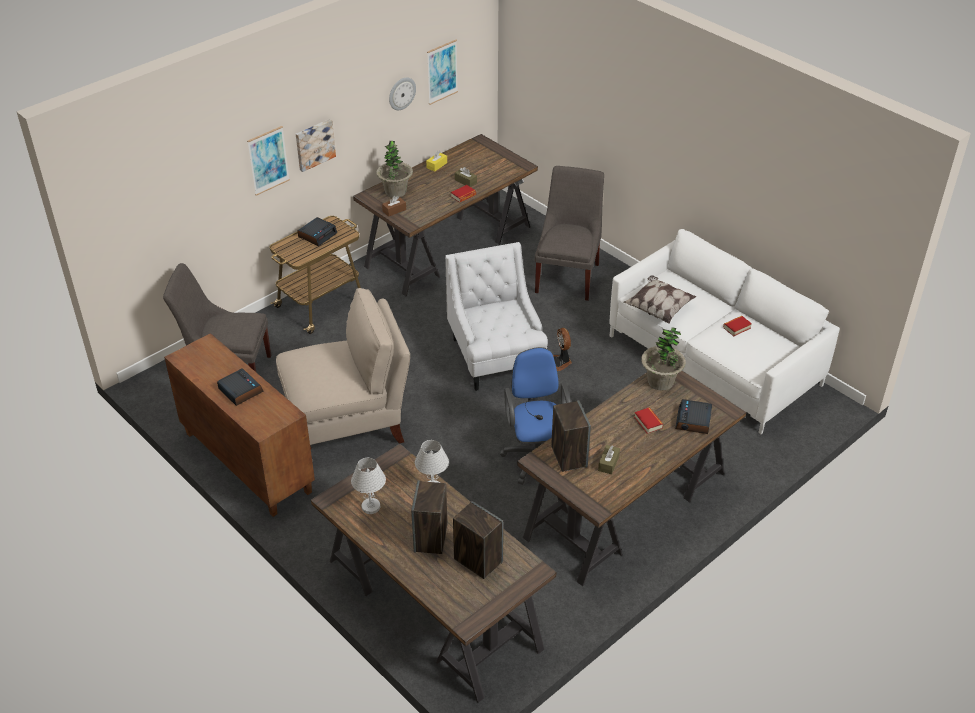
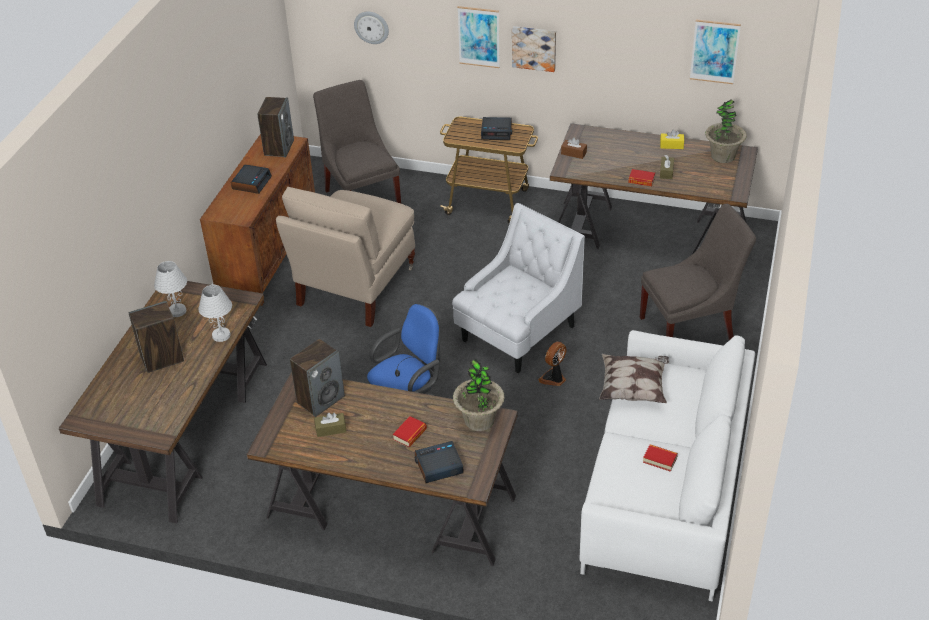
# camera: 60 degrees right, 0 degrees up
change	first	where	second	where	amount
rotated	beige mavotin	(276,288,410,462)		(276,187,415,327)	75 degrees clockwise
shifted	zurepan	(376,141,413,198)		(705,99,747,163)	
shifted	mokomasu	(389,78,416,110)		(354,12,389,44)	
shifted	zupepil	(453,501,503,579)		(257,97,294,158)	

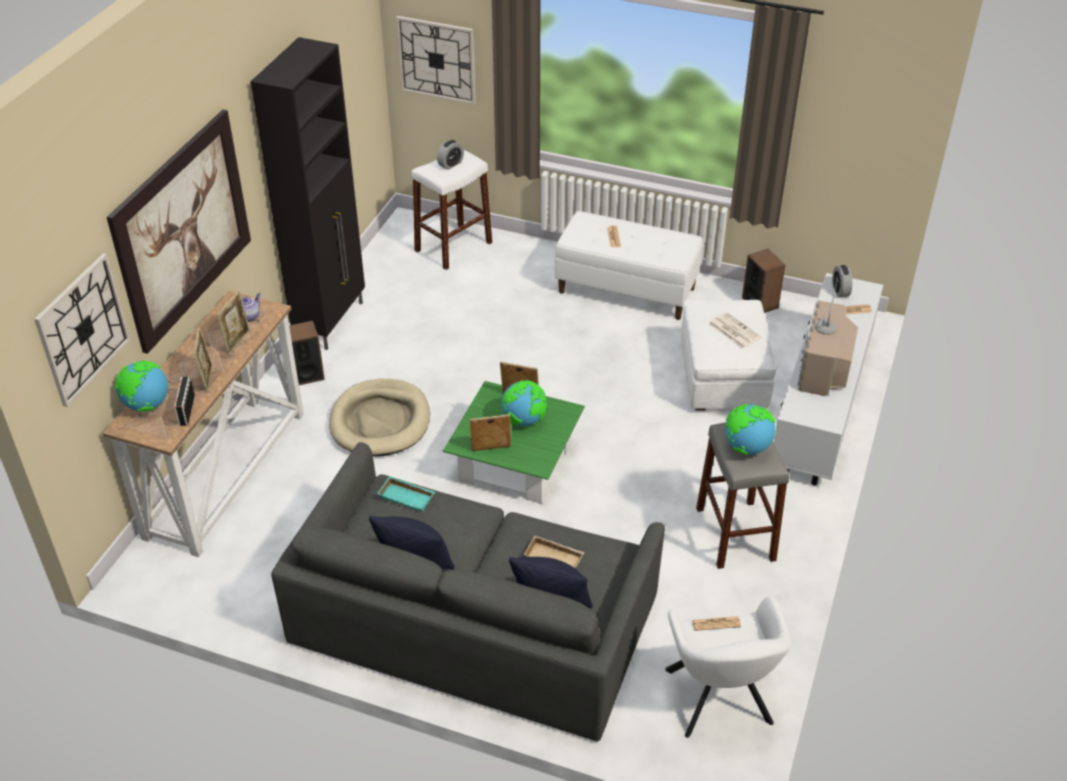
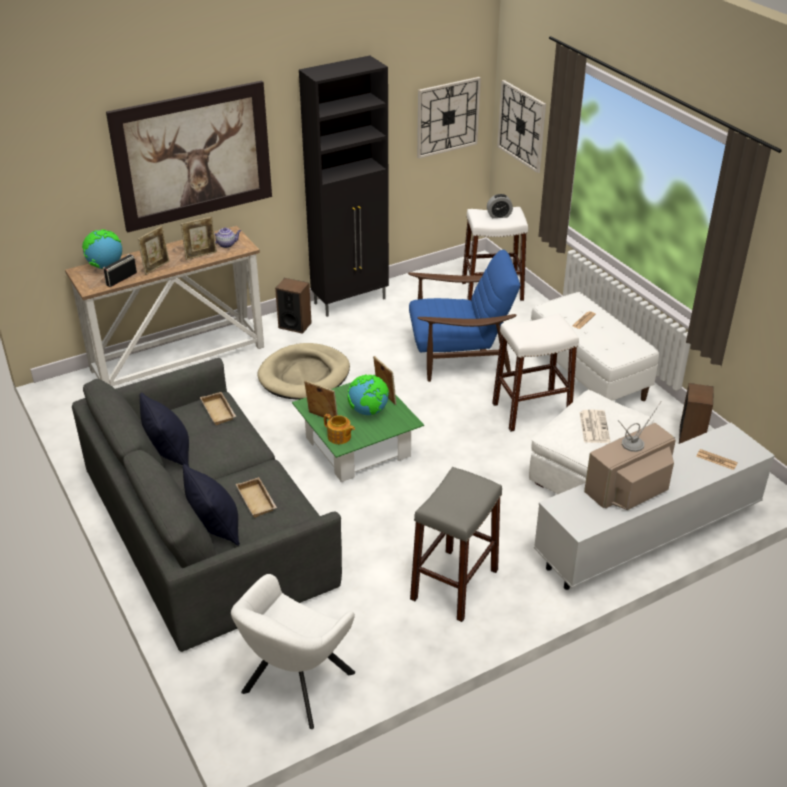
# camera: 40 degrees right, 5 degrees down
change	first	where	second	where	amount
shifted	mokomasu	(34,253,130,407)		(417,77,481,159)	
repainted	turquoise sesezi	(377,476,435,512)	beige sesezi	(200,392,236,425)	
gone	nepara	(692,616,741,631)			
gone	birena	(725,404,775,455)			
gone	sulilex	(832,265,852,297)			
new			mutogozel	(324,414,355,444)	
new			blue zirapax	(408,250,520,382)	
new			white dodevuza	(492,313,579,432)	

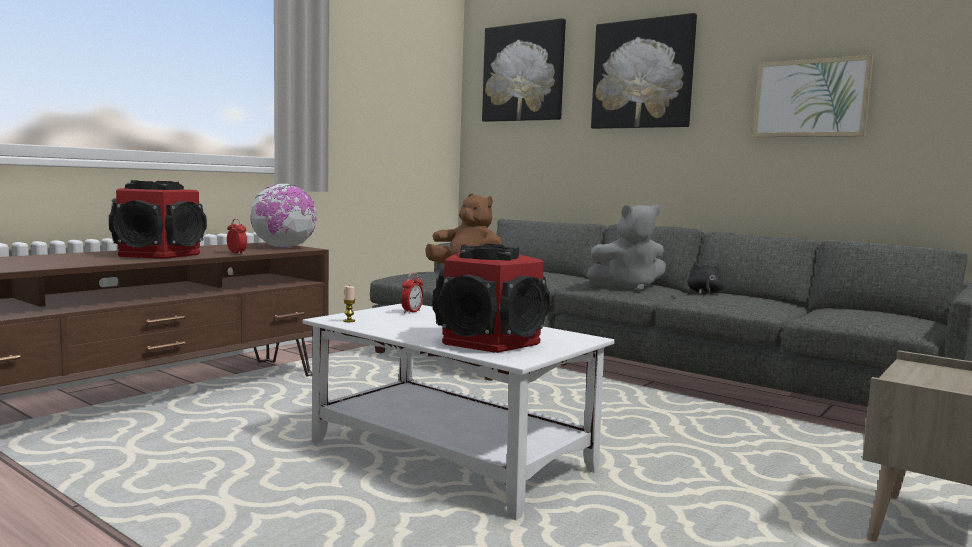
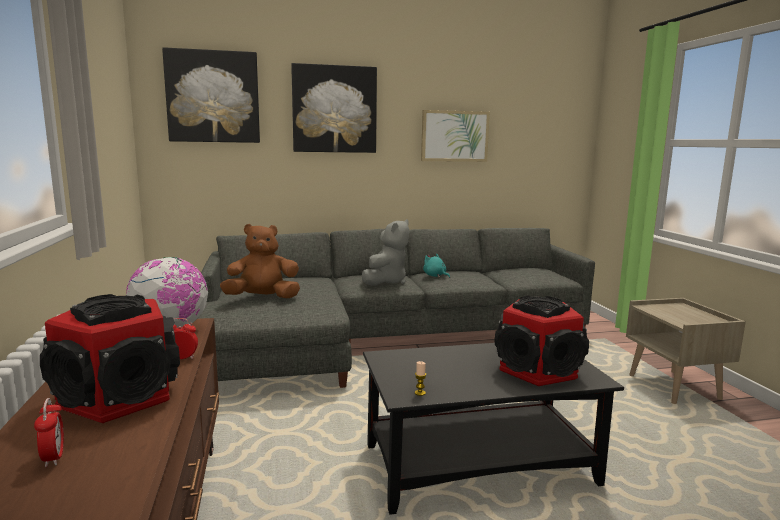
# camera: 50 degrees left, 5 degrees up
change	first	where	second	where	amount
repainted	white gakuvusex	(303,304,615,520)	black gakuvusex	(363,343,624,515)	
shifted	sulilex	(401,273,424,314)		(34,398,64,467)	
repainted	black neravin	(687,262,724,295)	turquoise neravin	(423,254,450,278)	

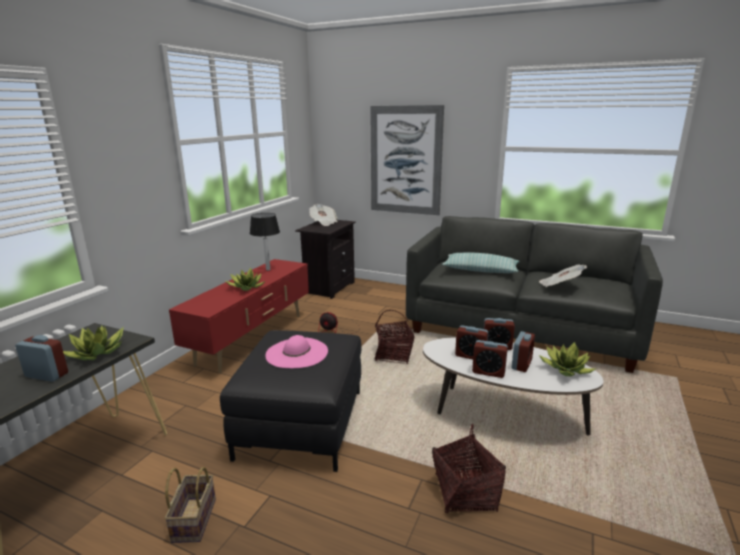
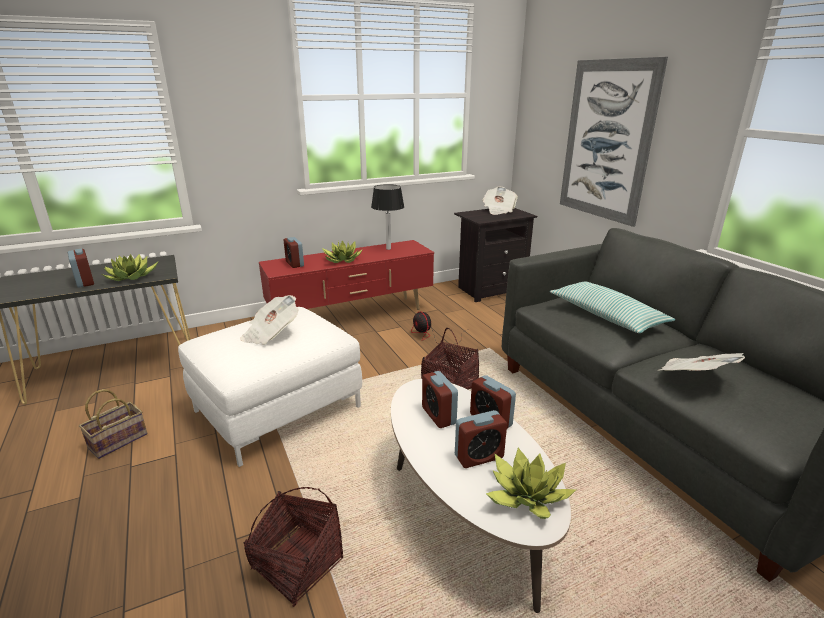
# camera: 40 degrees right, 5 degrees up
change	first	where	second	where	amount
repainted	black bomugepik	(220,330,362,472)	white bomugepik	(178,307,362,467)	
swapped	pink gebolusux	(265,335,328,368)	nepara	(240,295,299,345)	
shifted	sulilex	(472,340,508,378)		(284,237,304,268)	

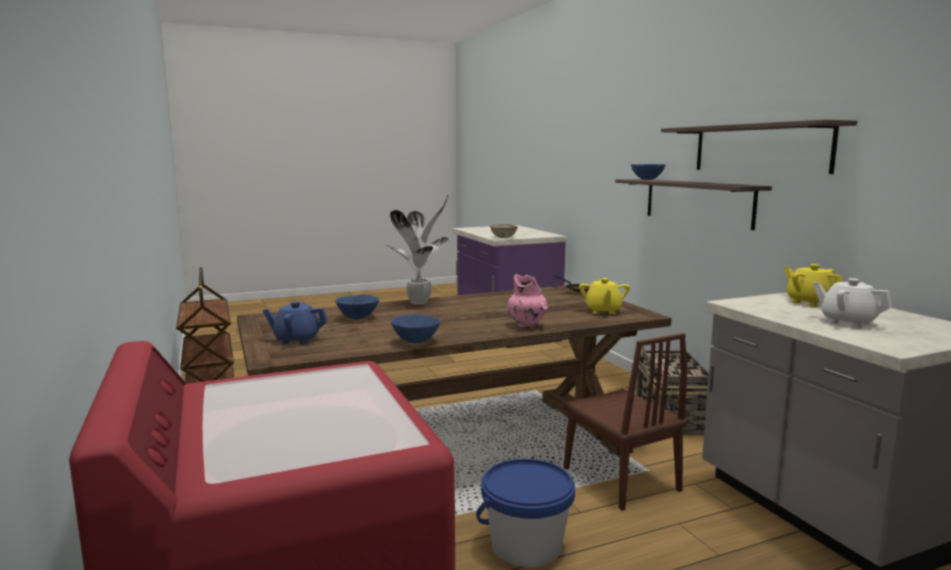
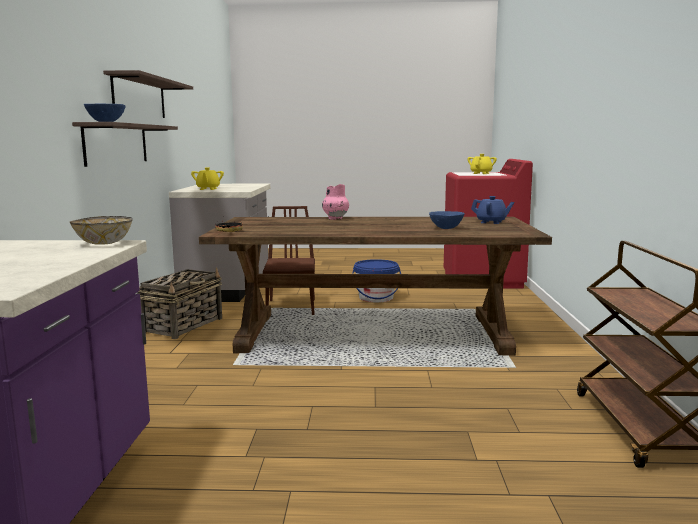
# camera: 155 degrees left, 0 degrees up
change	first	where	second	where	amount
gone	zurepan	(386,194,449,305)			
gone	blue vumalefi	(391,314,440,343)			
shifted	yellow mutogozel	(579,278,630,314)		(467,154,497,174)	
gone	white mutogozel	(813,278,892,328)			

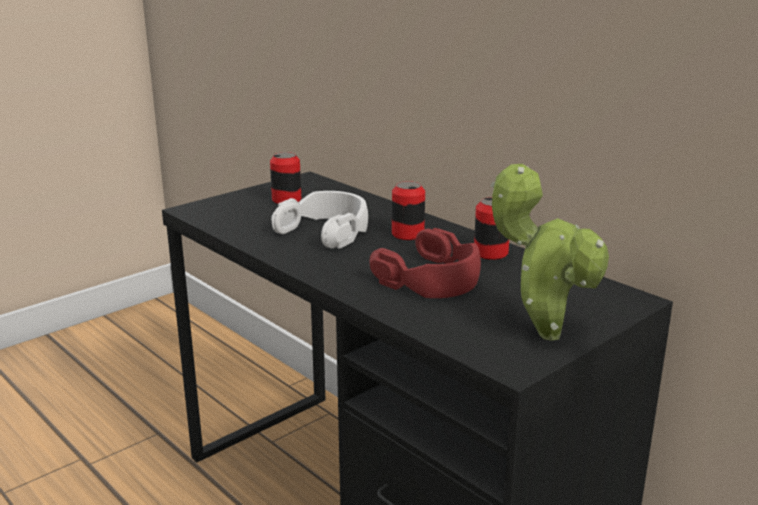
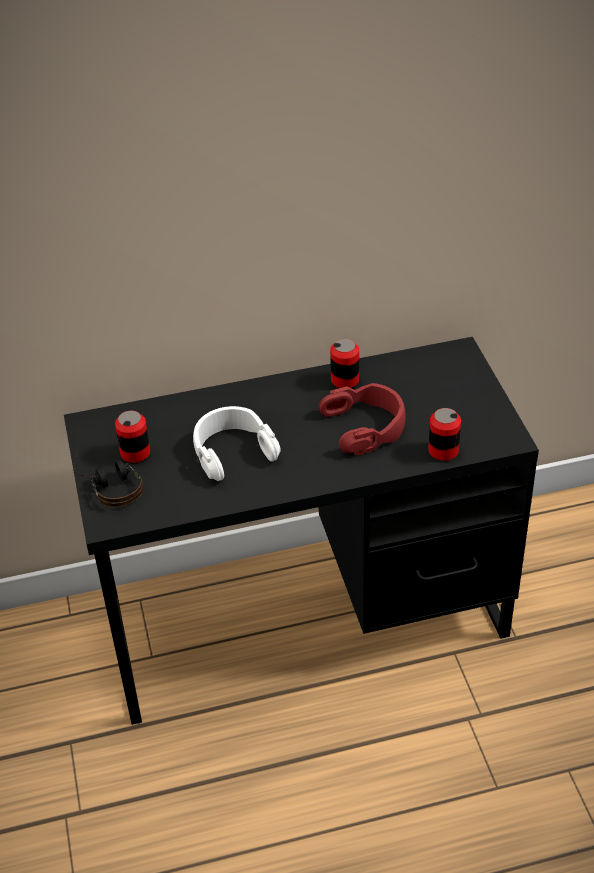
# camera: 60 degrees left, 20 degrees up
change	first	where	second	where	amount
shifted	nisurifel	(392,181,425,240)		(428,408,461,461)	
gone	zurepan	(490,164,609,341)			
new			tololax	(75,447,143,507)	

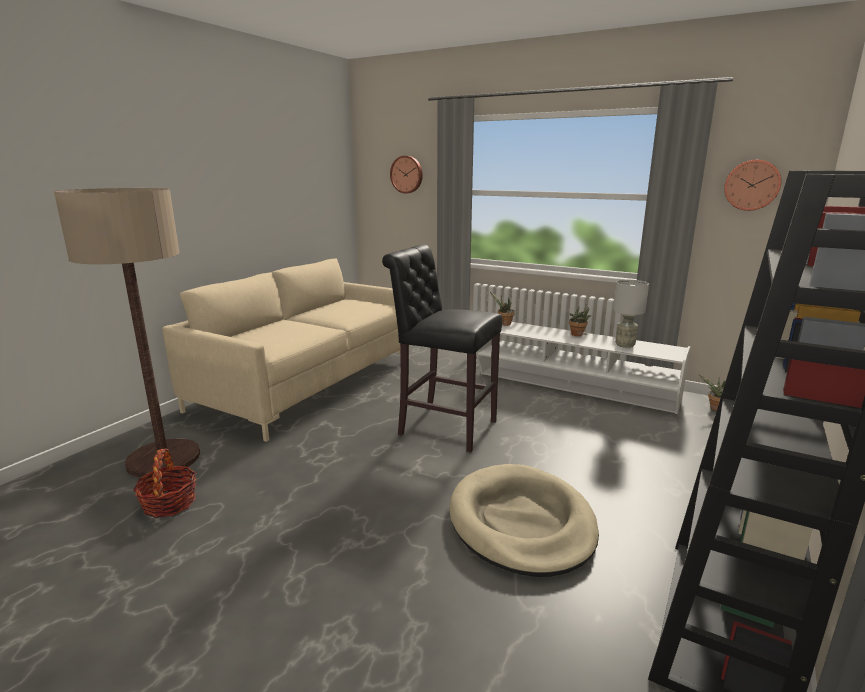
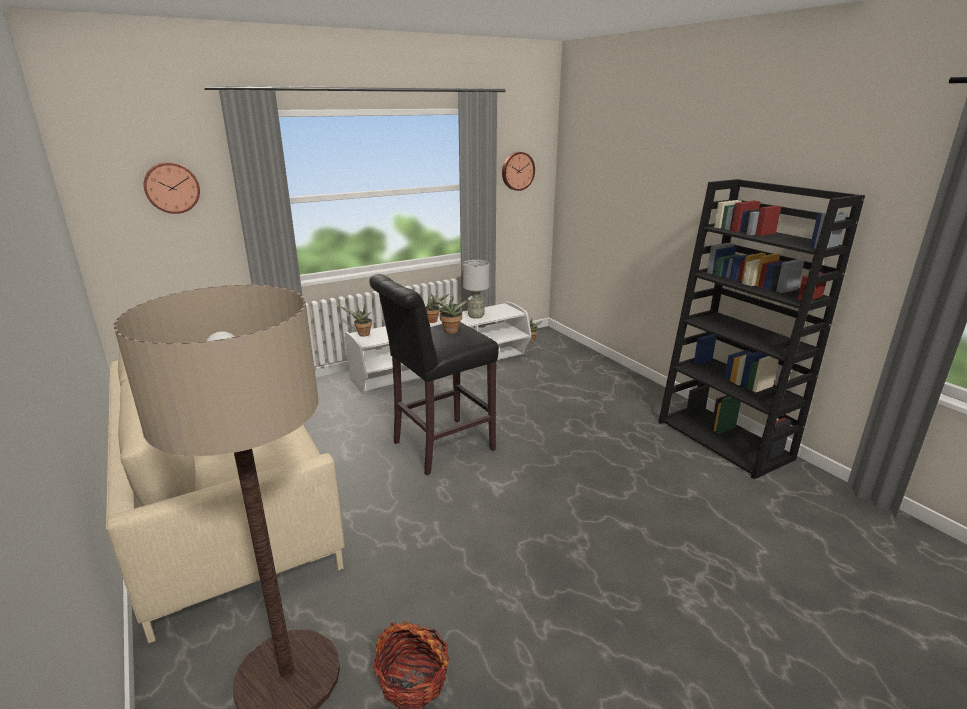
# camera: 60 degrees left, 5 degrees up
change	first	where	second	where	amount
gone	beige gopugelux	(449,464,599,577)			
new			zurepan	(432,294,468,334)	

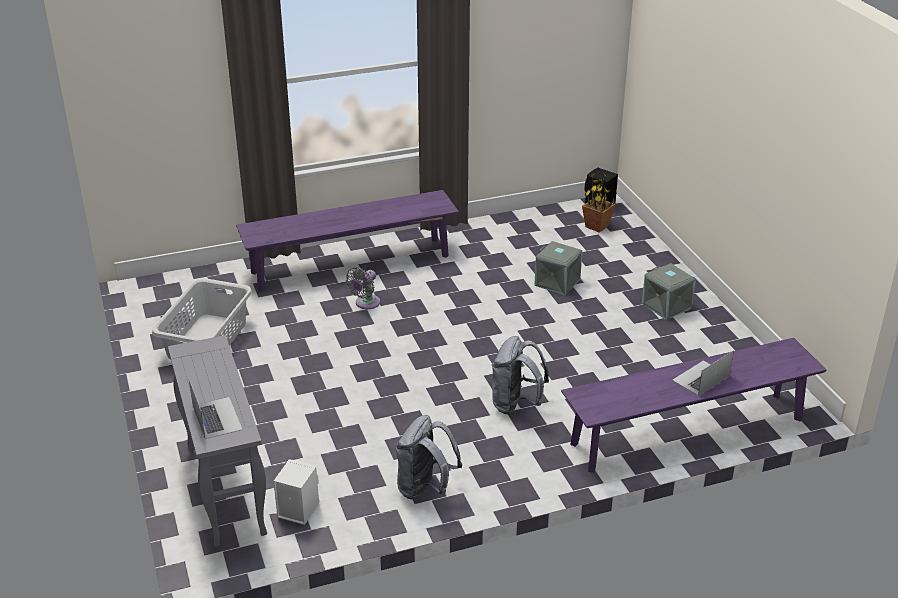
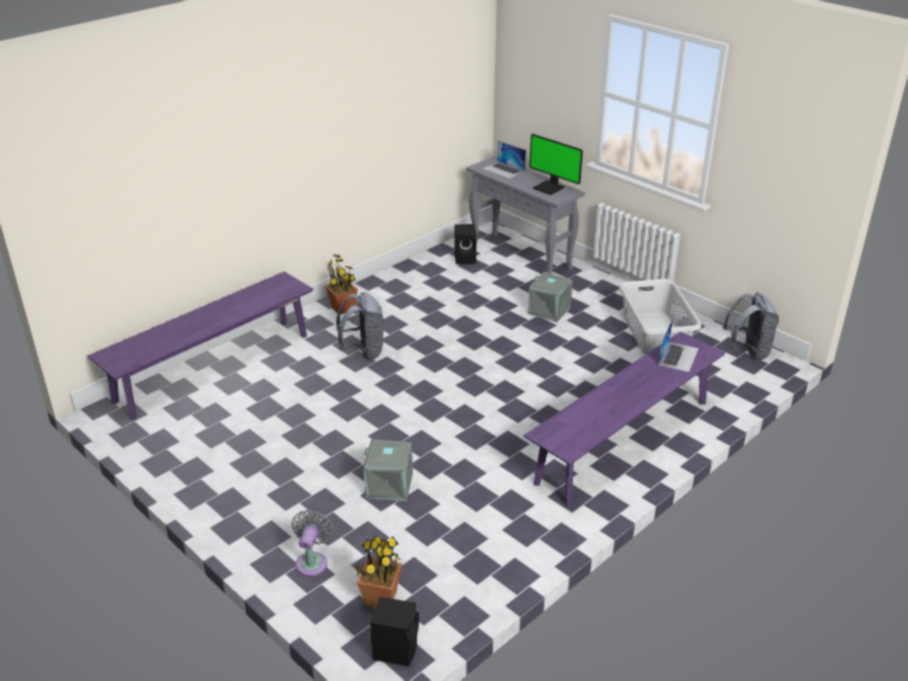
# camera: 155 degrees right, 0 degrees up
change	first	where	second	where	amount
repainted	white zupepil	(274,460,319,525)	black zupepil	(454,224,477,264)	
shifted	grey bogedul	(346,267,380,309)		(292,510,334,576)	
shifted	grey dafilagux	(396,415,462,499)		(723,292,779,360)	
shifted	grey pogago	(642,263,696,320)		(528,272,573,323)	
shifted	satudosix	(672,350,734,396)		(659,319,699,372)	
new			zurepan	(325,254,358,315)	
new			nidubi	(530,134,583,195)	

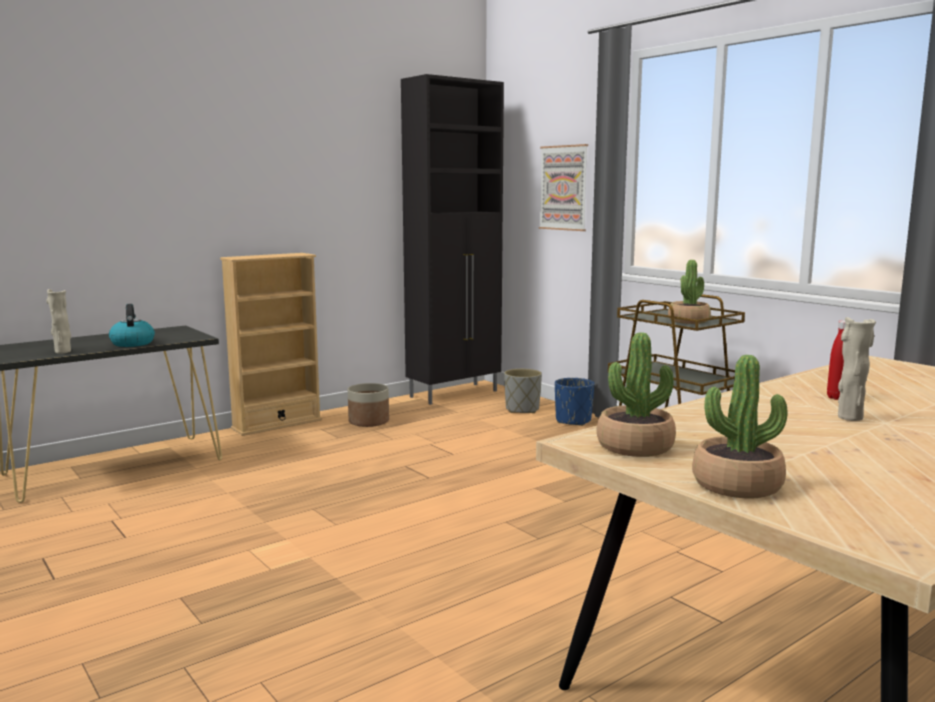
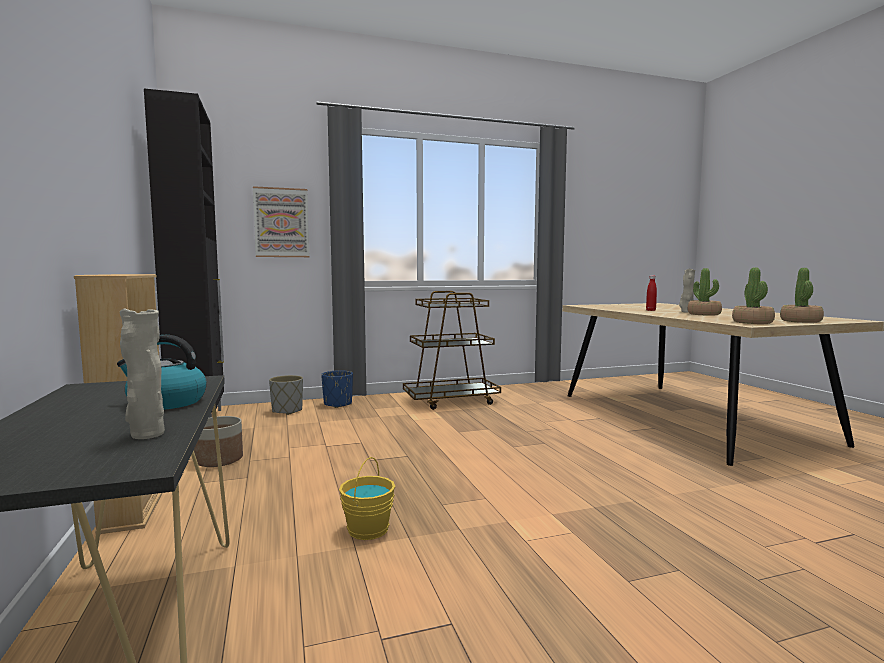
# camera: 70 degrees left, 5 degrees down
change	first	where	second	where	amount
shifted	zurepan	(668,260,711,324)		(687,268,722,316)	
new			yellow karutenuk	(339,457,395,540)	

